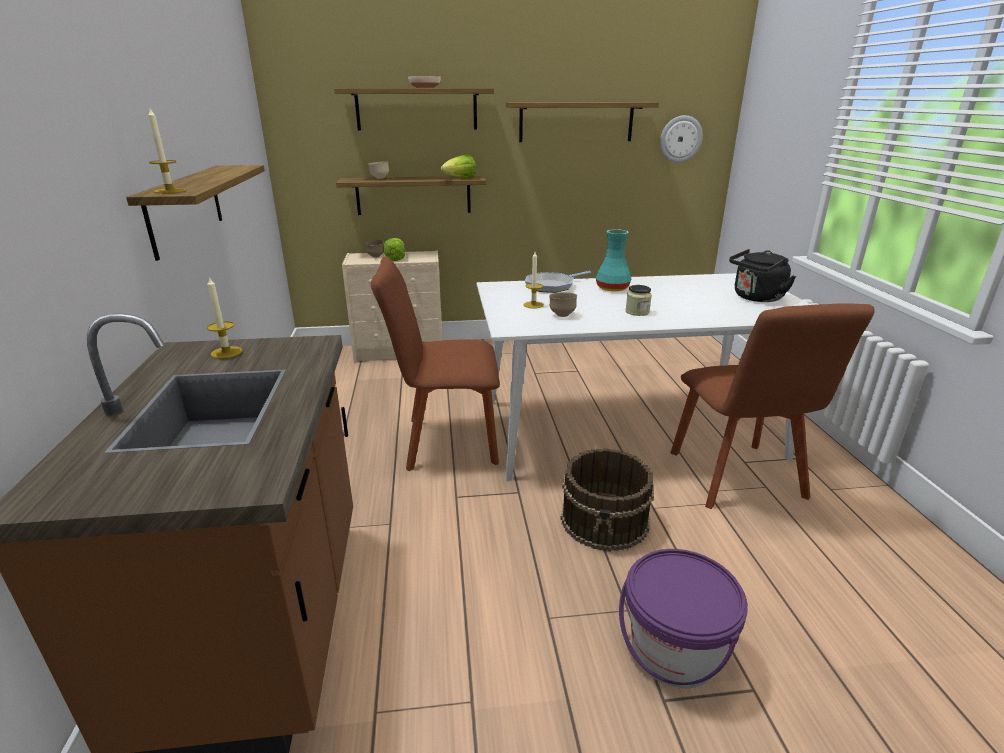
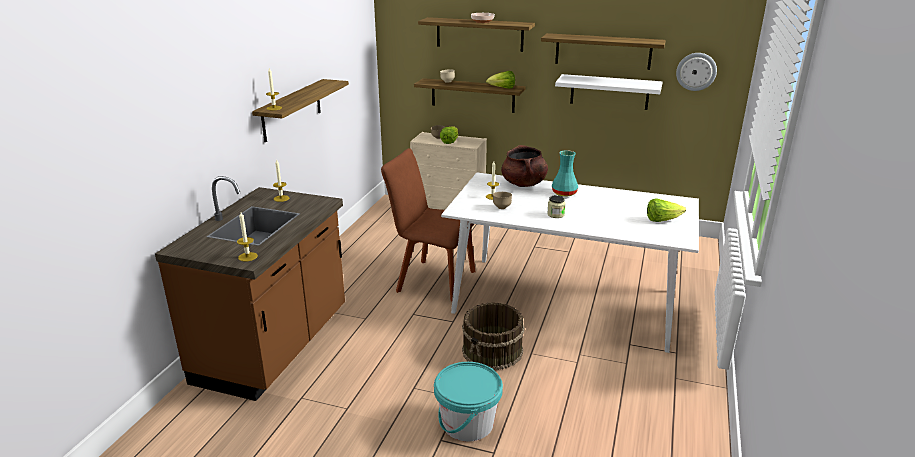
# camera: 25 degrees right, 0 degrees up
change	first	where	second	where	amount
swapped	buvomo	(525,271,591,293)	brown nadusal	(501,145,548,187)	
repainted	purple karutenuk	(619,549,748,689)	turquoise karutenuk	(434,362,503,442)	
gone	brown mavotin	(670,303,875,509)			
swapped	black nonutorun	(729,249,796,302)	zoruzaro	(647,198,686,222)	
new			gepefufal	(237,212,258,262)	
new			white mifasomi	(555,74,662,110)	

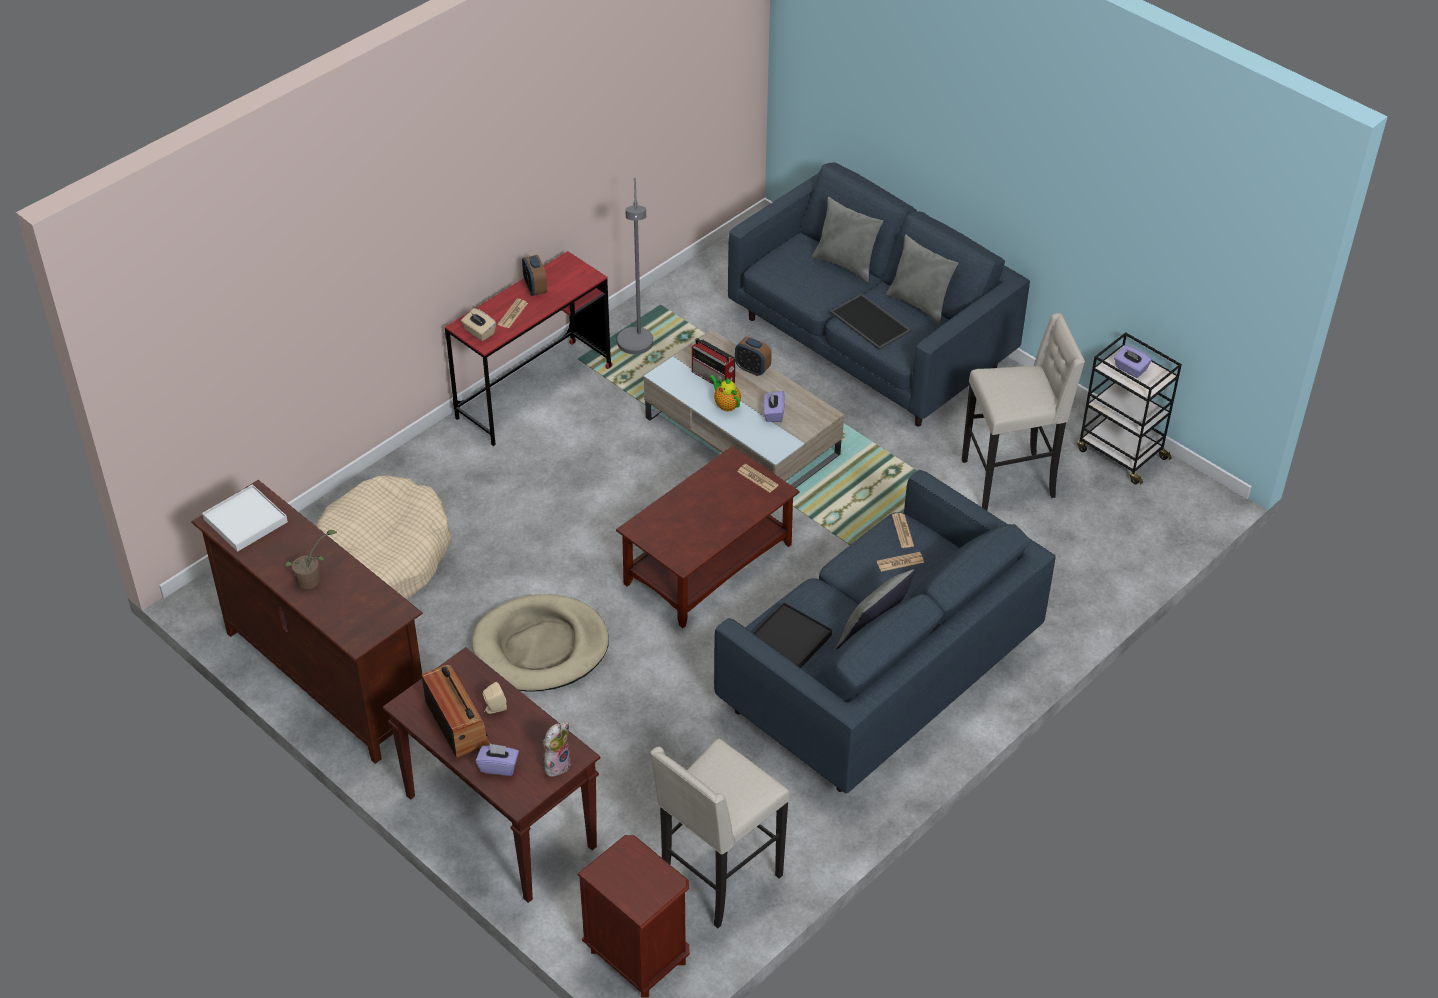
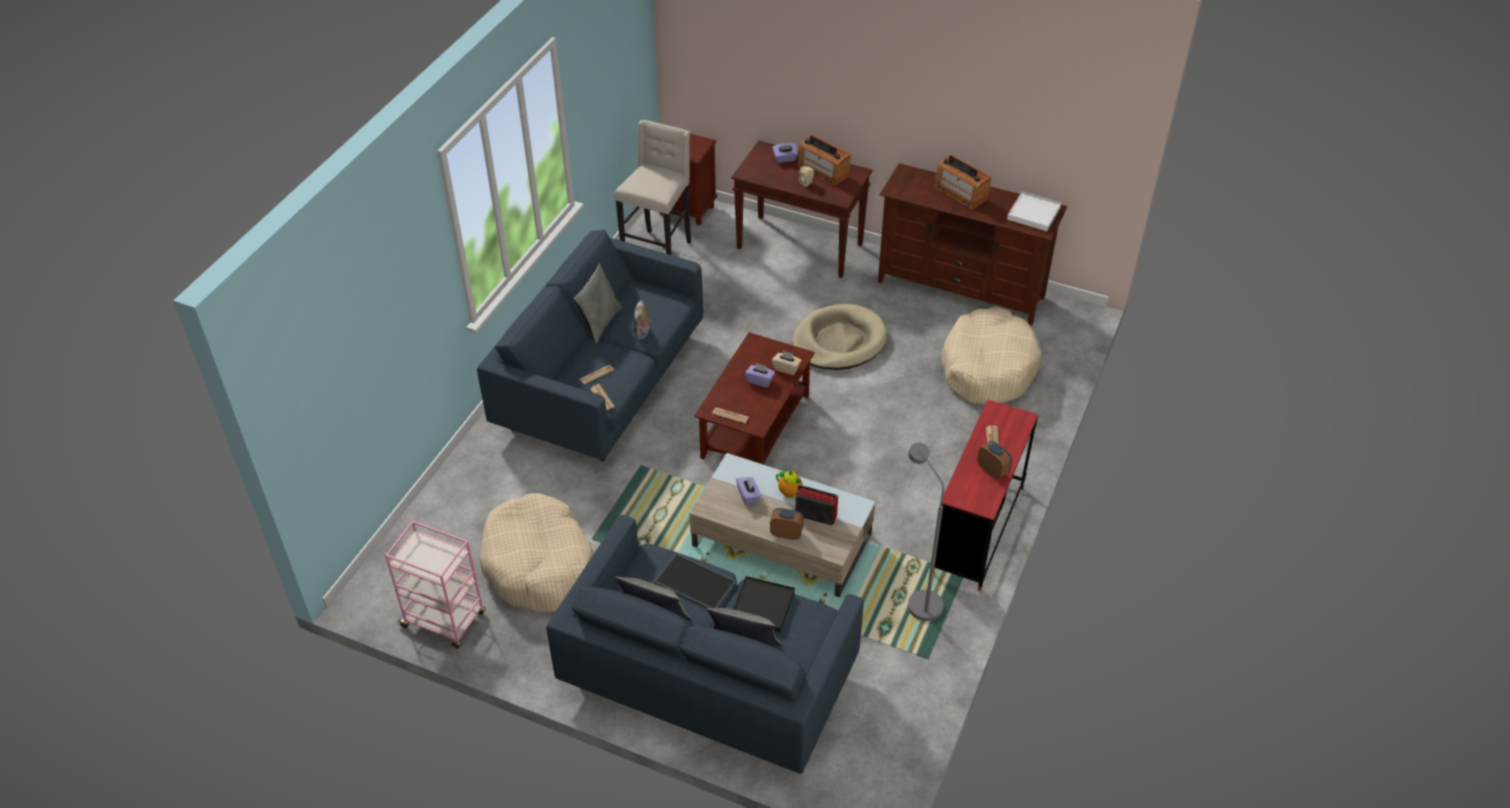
# camera: 160 degrees right, 0 degrees up
change	first	where	second	where	amount
swapped	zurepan	(285,530,337,589)	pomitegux	(934,155,991,209)	
shifted	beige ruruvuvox	(461,308,496,341)		(772,351,802,375)	
shifted	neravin	(543,722,571,777)		(633,301,651,340)	
shifted	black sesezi	(753,602,832,668)		(733,576,795,633)	
swapped	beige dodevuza	(962,313,1085,511)	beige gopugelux	(479,493,594,613)	
repainted	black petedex	(1077,332,1182,485)	pink petedex	(385,521,485,649)	
shifted	purple ruruvuvox	(1114,345,1152,378)		(745,363,775,388)	

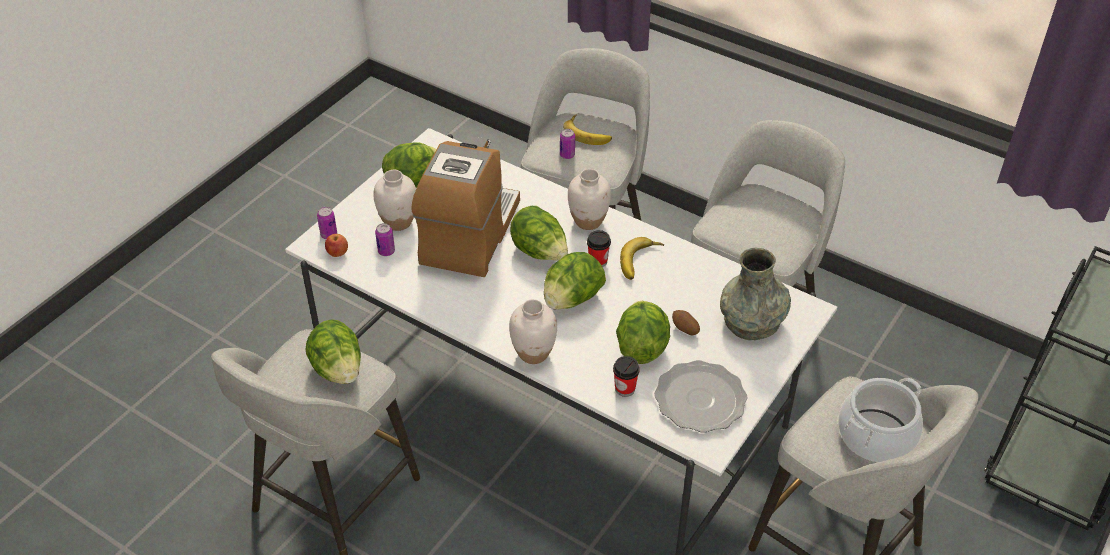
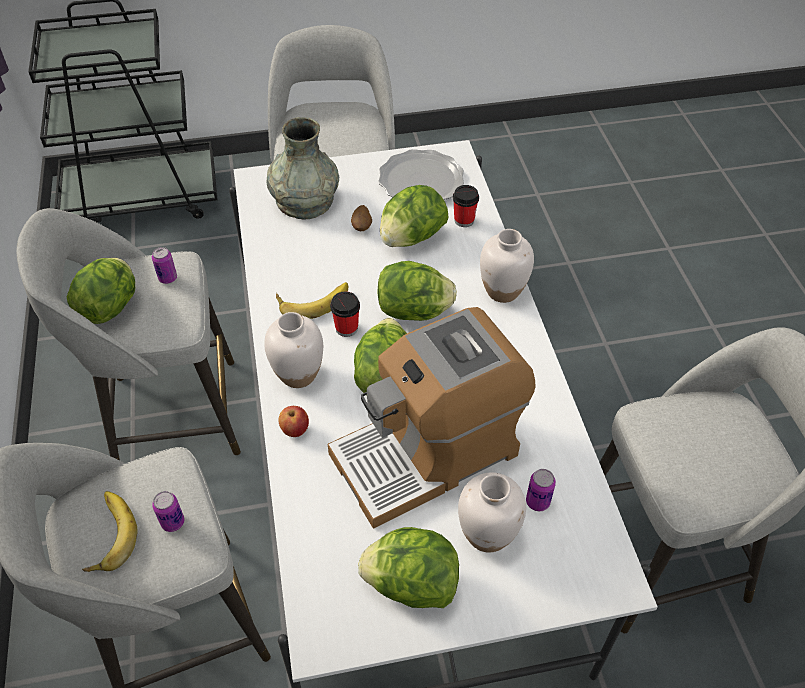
# camera: 135 degrees left, 5 degrees up
change	first	where	second	where	amount
shifted	zoruzaro	(305,319,361,384)		(67,258,135,324)	
shifted	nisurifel	(317,207,337,239)		(152,247,177,284)	
shifted	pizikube	(325,234,348,257)		(279,406,309,437)	
gone	nadusal	(838,378,923,462)			

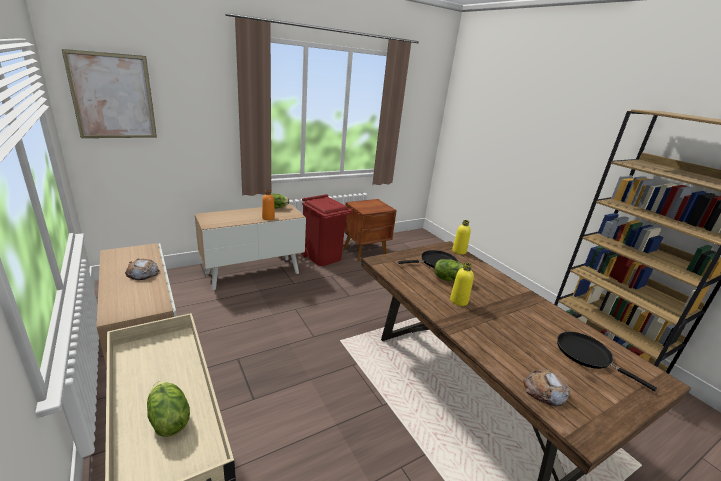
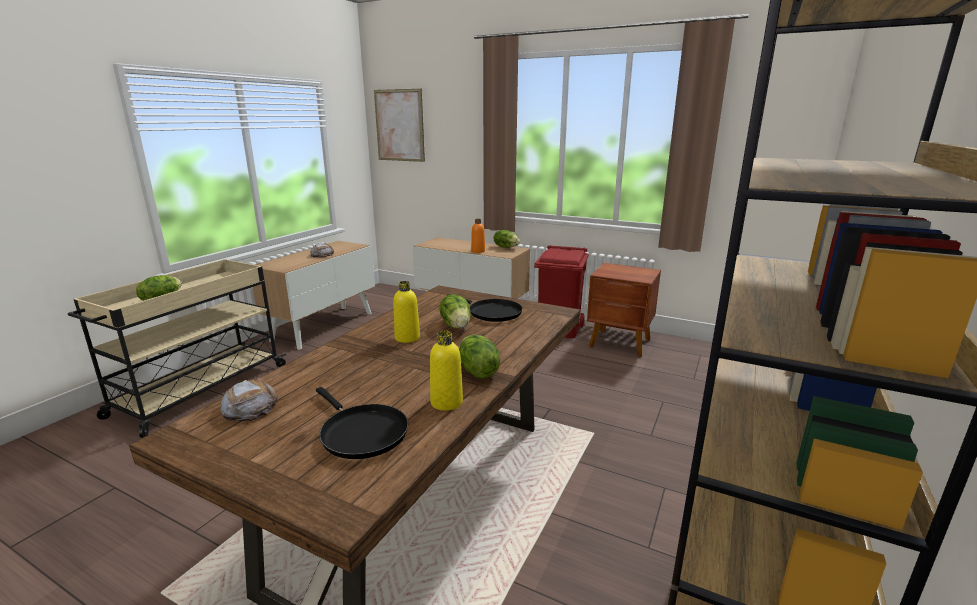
# camera: 60 degrees right, 5 degrees down
change	first	where	second	where	amount
shifted	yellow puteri	(452,220,471,255)		(430,331,463,411)	
rotated	black buvomo	(557,332,657,391)		(316,387,408,459)	120 degrees clockwise
new			zoruzaro	(459,335,500,379)	

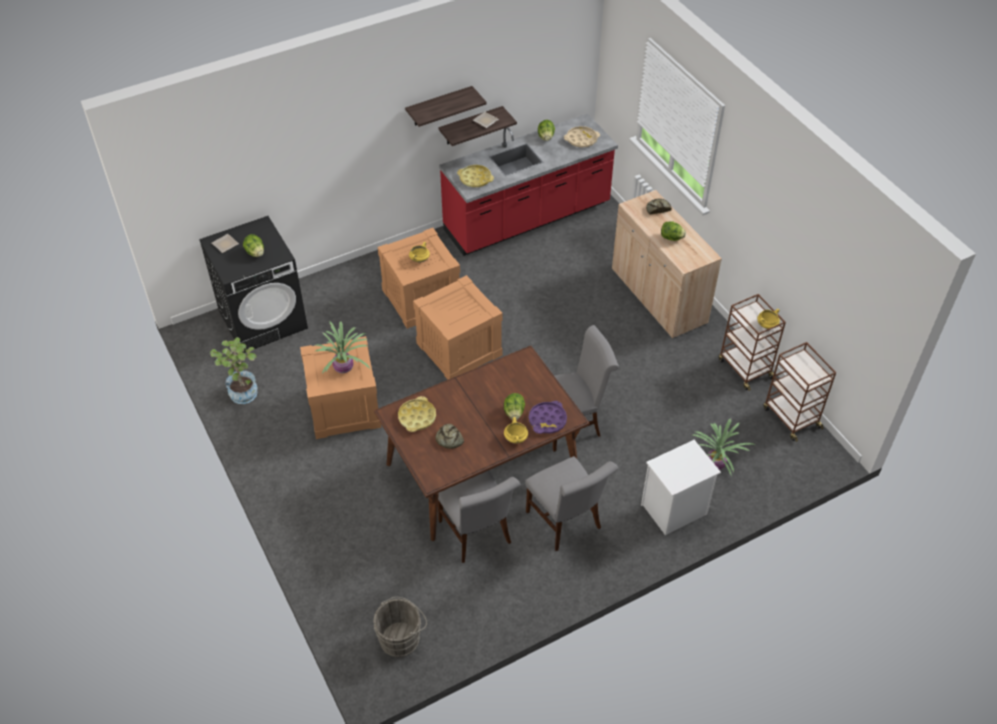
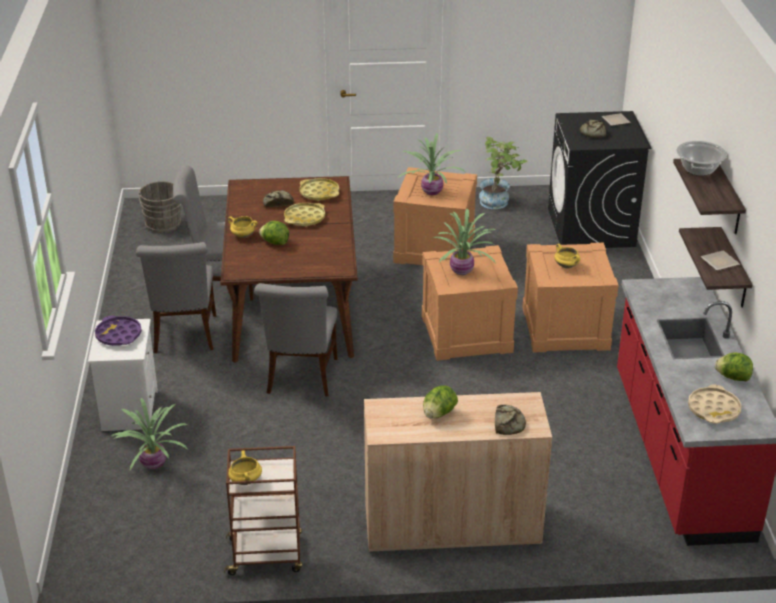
# camera: 115 degrees right, 15 degrees down
change	first	where	second	where	amount
swapped	zoruzaro	(243,234,264,257)	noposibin	(580,120,606,138)	
shifted	yellow sesezi	(457,165,494,187)		(284,203,325,227)	
rotated	grey mavotin	(525,456,619,551)		(136,242,216,353)	90 degrees counterclockwise
shifted	purple sesezi	(529,401,567,434)		(95,316,142,346)	
gone	brown petedex	(764,342,836,442)			
new			zurepan	(433,209,496,275)	
new			nadusal	(676,141,727,176)	

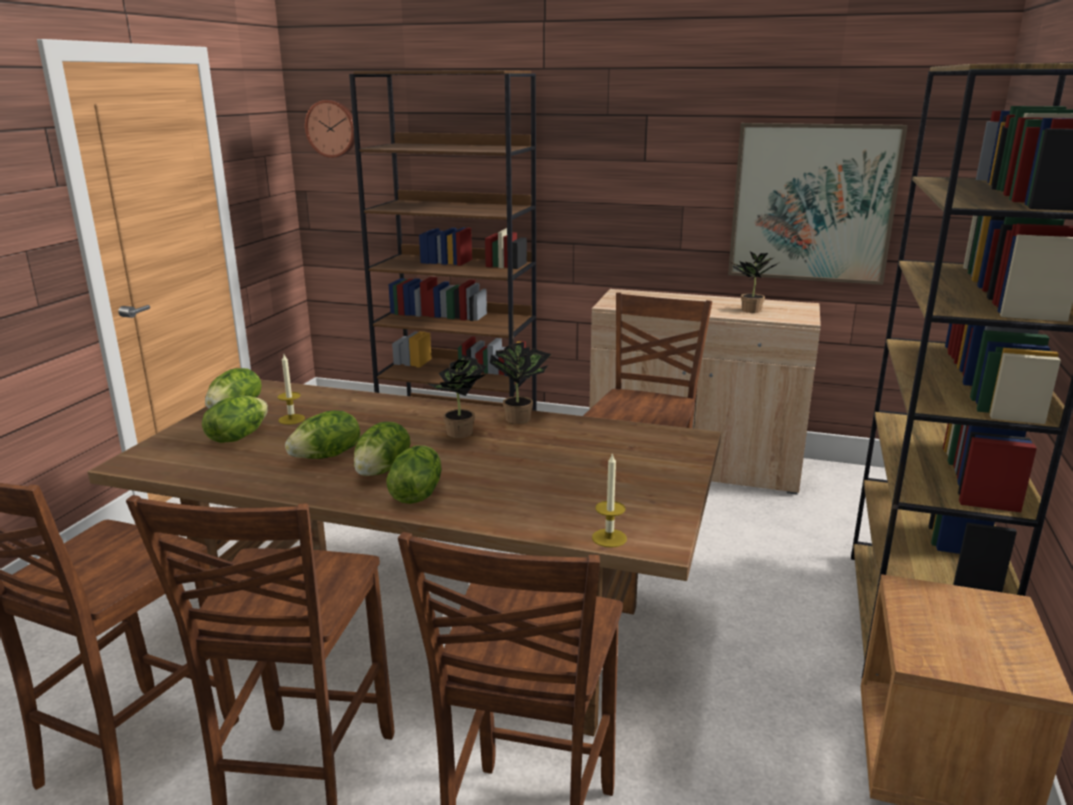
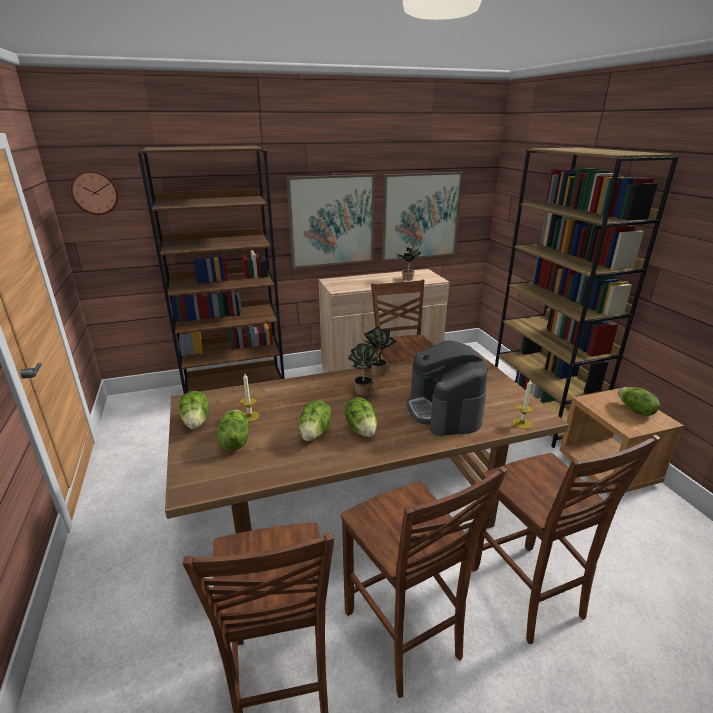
# camera: 35 degrees left, 5 degrees up
change	first	where	second	where	amount
shifted	zoruzaro	(386,445,441,504)		(618,387,660,416)	
new			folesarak	(286,174,375,268)	
new			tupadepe	(407,341,488,436)	

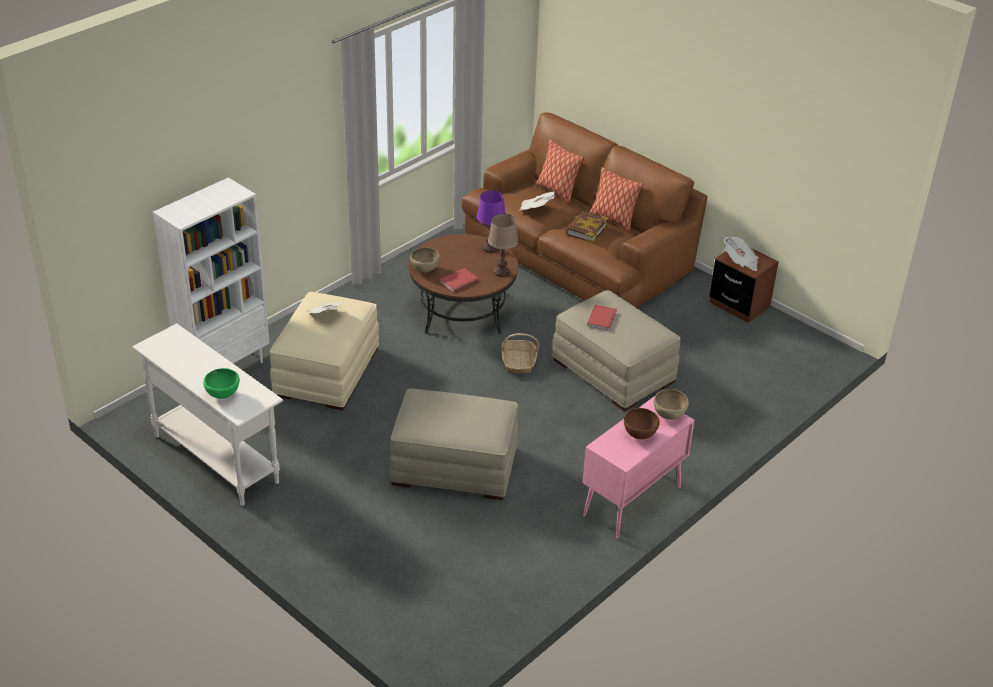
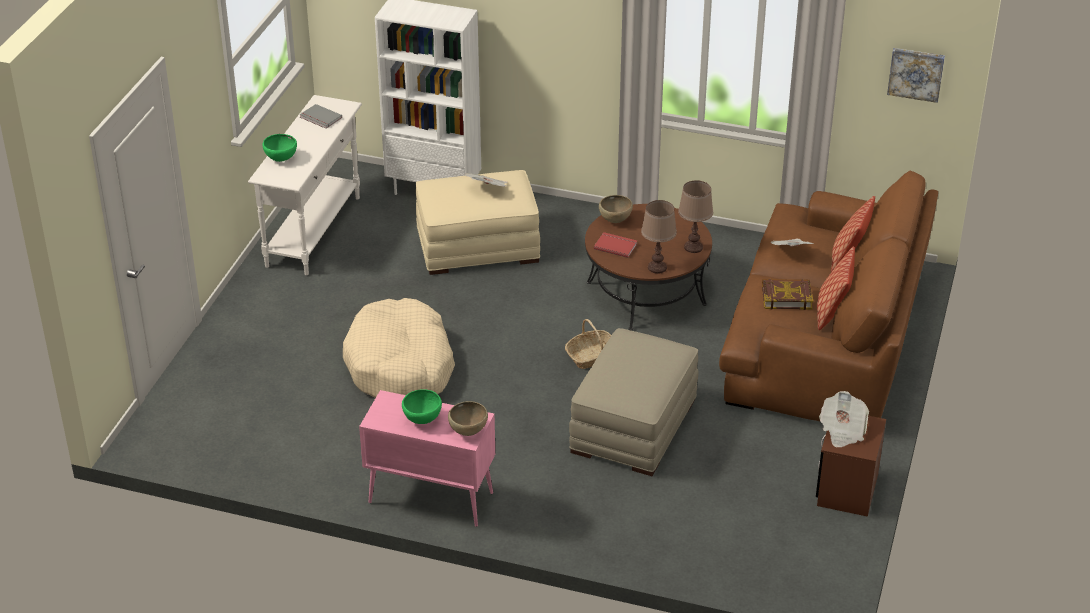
# camera: 65 degrees right, 0 degrees up
change	first	where	second	where	amount
swapped	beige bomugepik	(390,388,518,500)	beige gopugelux	(343,298,455,398)	
repainted	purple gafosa	(477,191,505,253)	brown gafosa	(678,180,713,253)	
gone	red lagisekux	(587,305,617,330)			
repainted	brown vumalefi	(624,408,660,439)	green vumalefi	(402,389,442,424)	
new			grey lagisekux	(300,104,342,129)	
new			folesarak	(887,48,945,103)	

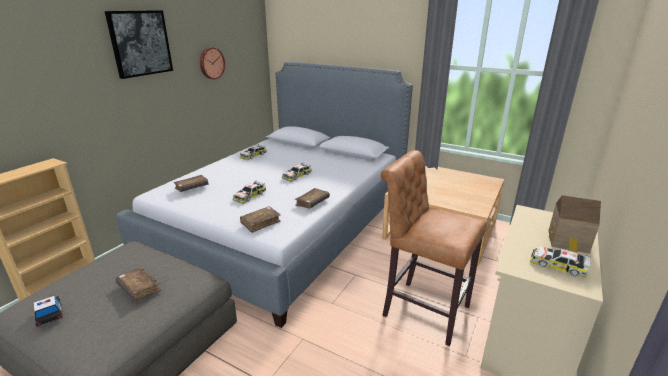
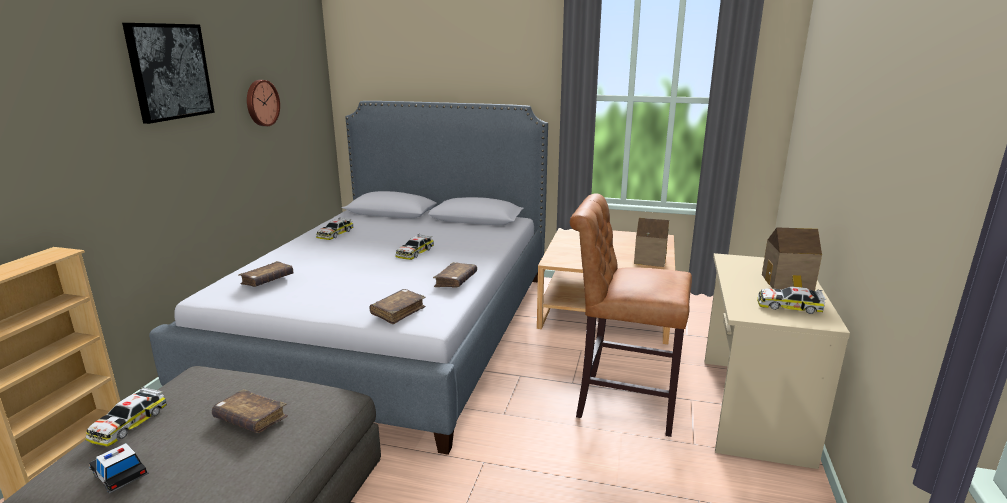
# camera: 15 degrees left, 5 degrees down
change	first	where	second	where	amount
shifted	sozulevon	(233,181,266,204)		(85,386,167,447)	
new			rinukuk	(634,218,669,267)	

